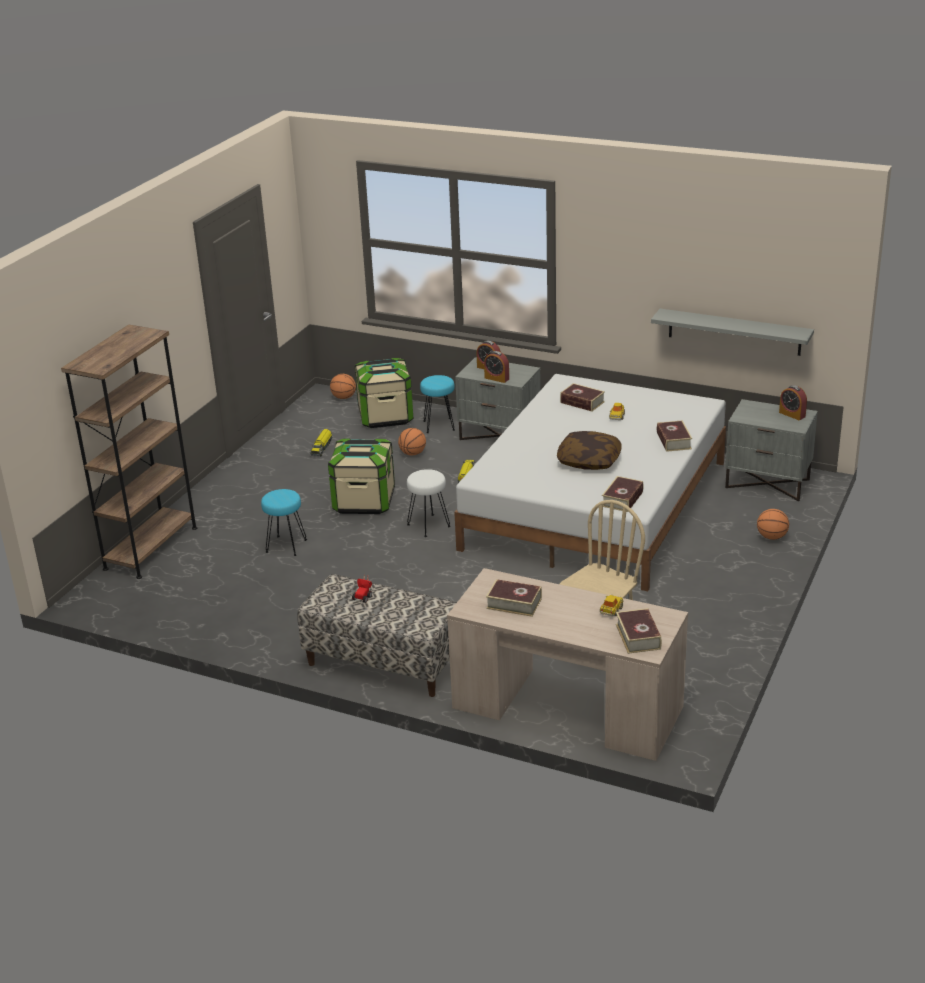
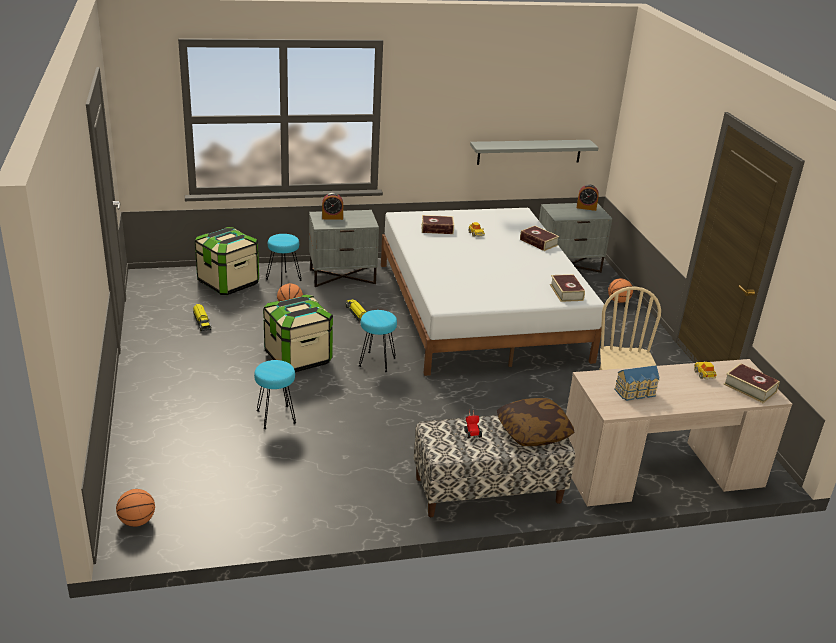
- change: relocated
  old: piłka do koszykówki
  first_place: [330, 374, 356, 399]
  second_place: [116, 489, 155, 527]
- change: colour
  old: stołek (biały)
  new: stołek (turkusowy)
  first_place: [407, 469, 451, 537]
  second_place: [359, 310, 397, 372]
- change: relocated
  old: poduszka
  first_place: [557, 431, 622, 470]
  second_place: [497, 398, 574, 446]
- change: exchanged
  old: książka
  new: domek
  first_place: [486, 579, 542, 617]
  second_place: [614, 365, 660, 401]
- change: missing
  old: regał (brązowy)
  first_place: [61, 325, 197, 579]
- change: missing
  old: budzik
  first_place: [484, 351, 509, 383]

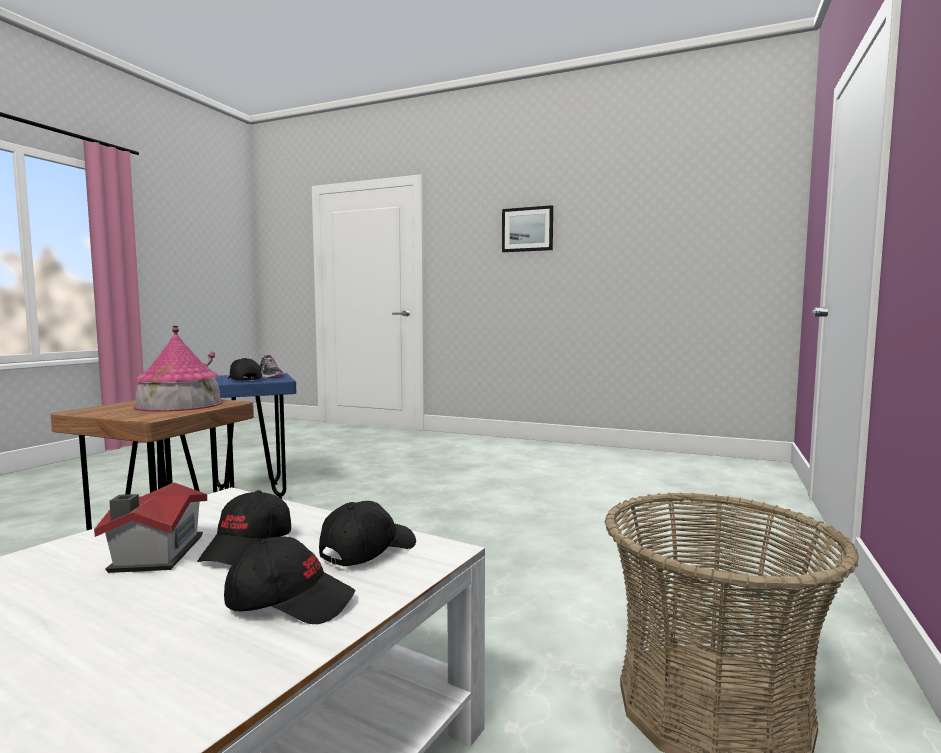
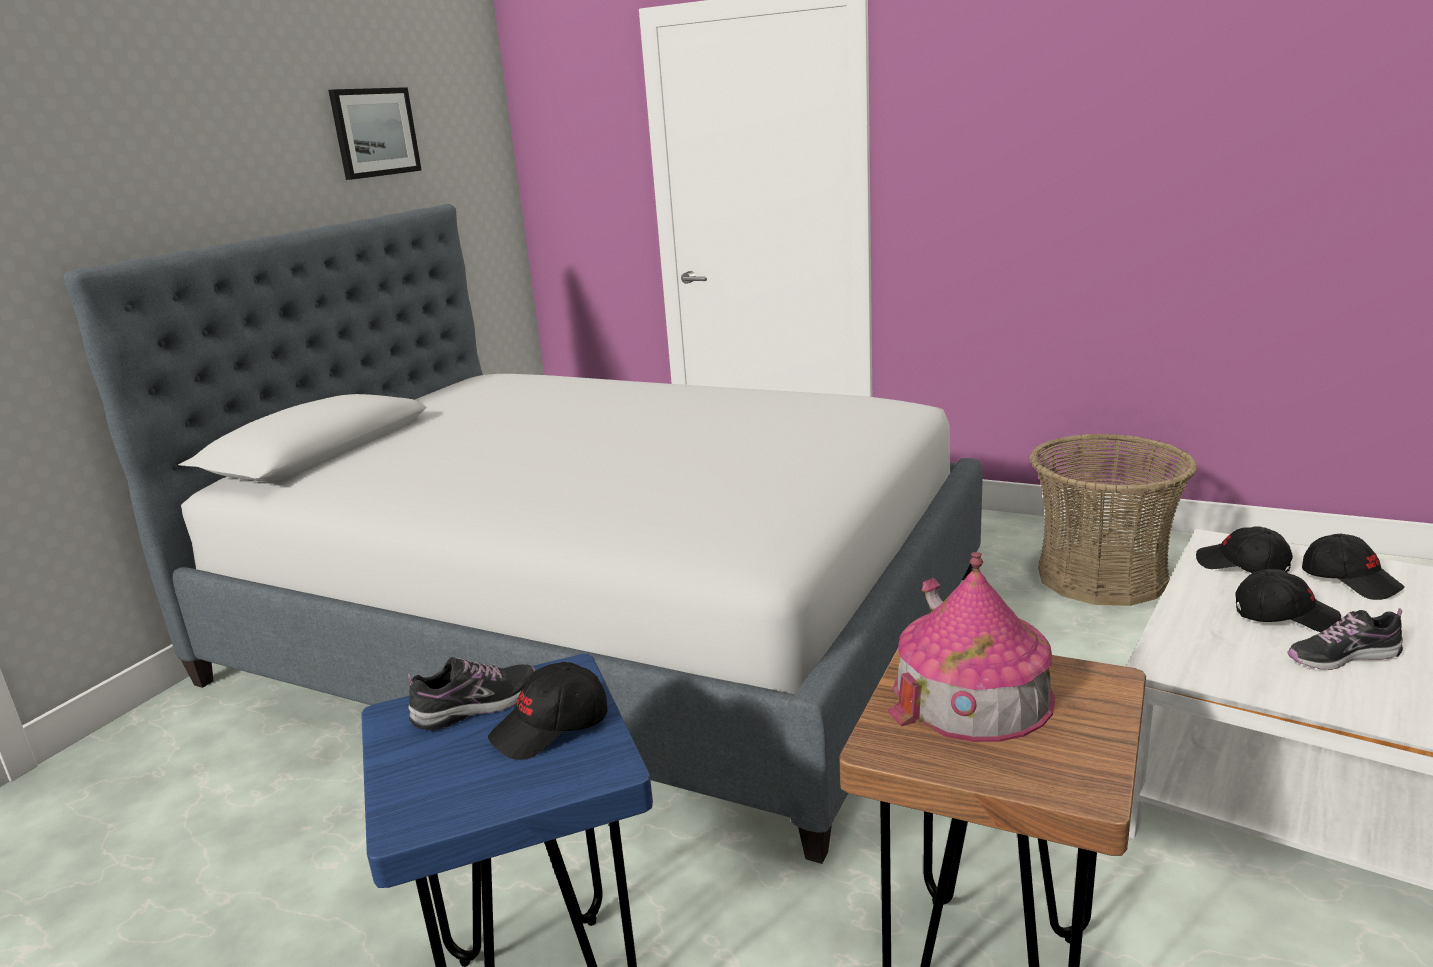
- change: appeared
  new: łóżko
  second_place: [64, 204, 983, 864]
- change: relocated
  old: obraz
  first_place: [502, 205, 553, 252]
  second_place: [328, 87, 422, 180]
- change: exchanged
  old: domek
  new: but
  first_place: [94, 482, 207, 573]
  second_place: [1287, 608, 1403, 670]
- change: spun
  old: czapka z daszkiem (czarny)
  first_place: [224, 536, 355, 624]
  second_place: [1302, 534, 1405, 600]
  degrees: 135

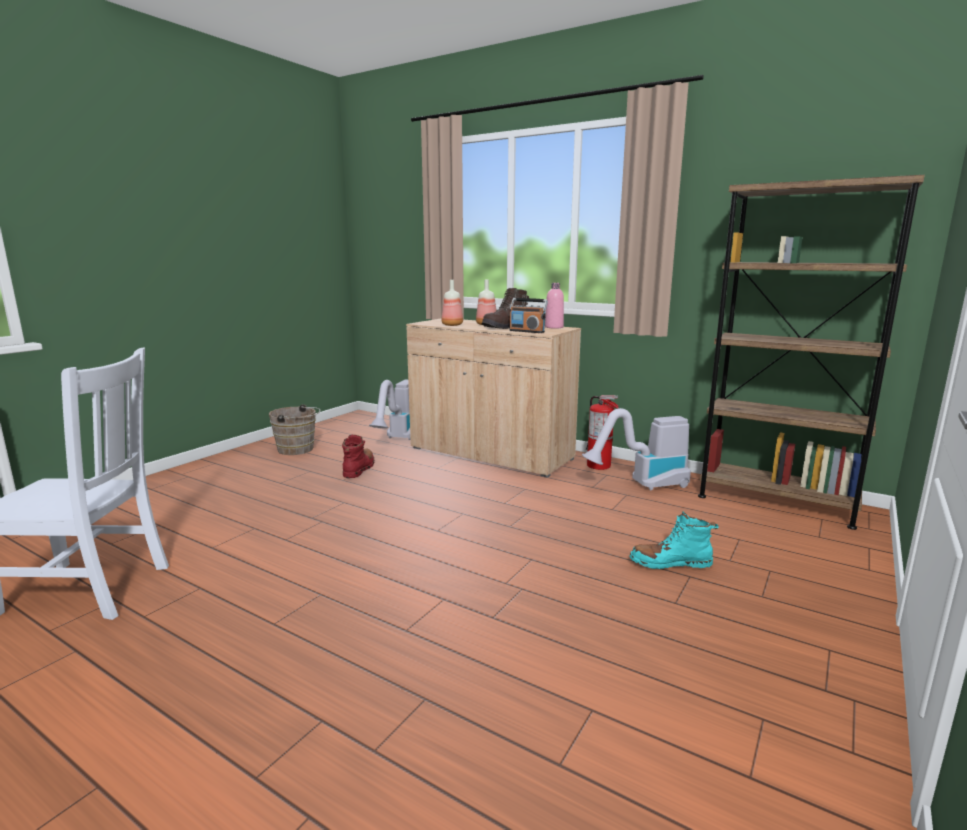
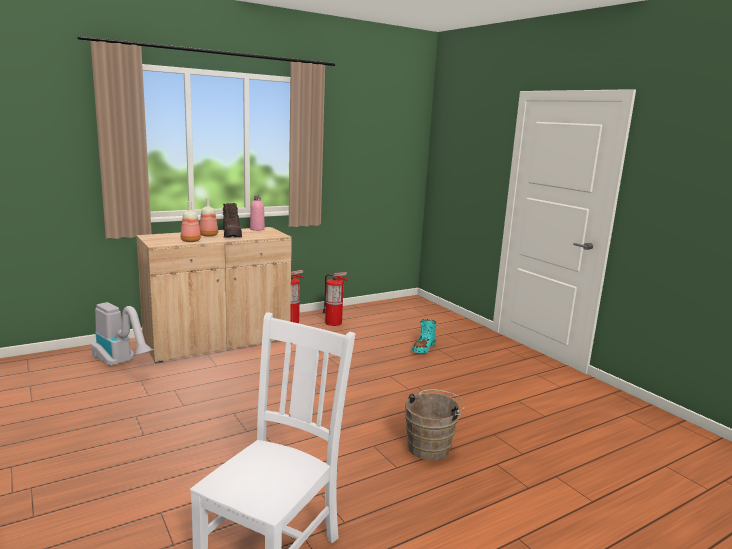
- change: exchanged
  old: odkurzacz
  new: gaśnica
  first_place: [582, 408, 691, 490]
  second_place: [323, 272, 348, 326]
- change: relocated
  old: wiadro (brązowy)
  first_place: [269, 404, 320, 455]
  second_place: [405, 389, 465, 460]
- change: missing
  old: but z cholewką (czerwony)
  first_place: [342, 435, 375, 478]
- change: missing
  old: radio
  first_place: [509, 298, 548, 333]
- change: missing
  old: regał (brązowy)
  first_place: [698, 175, 925, 530]

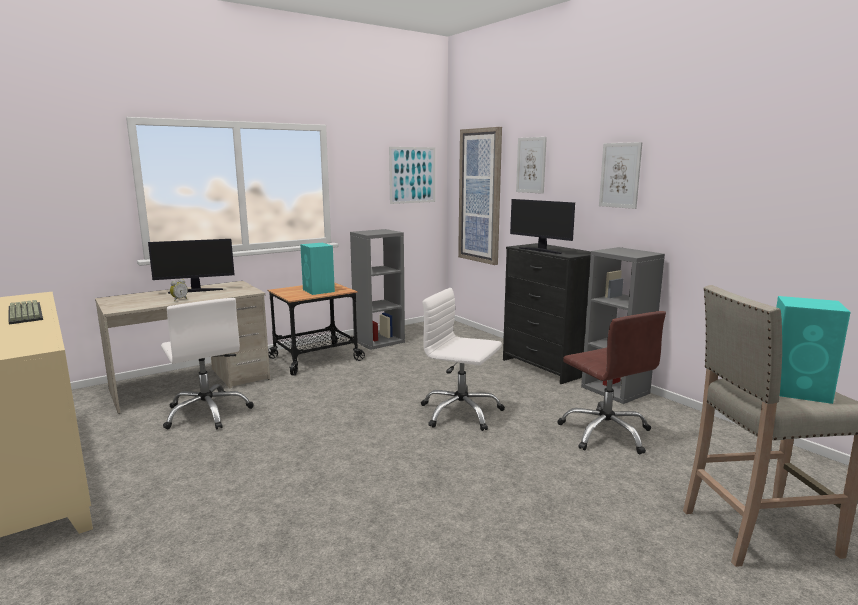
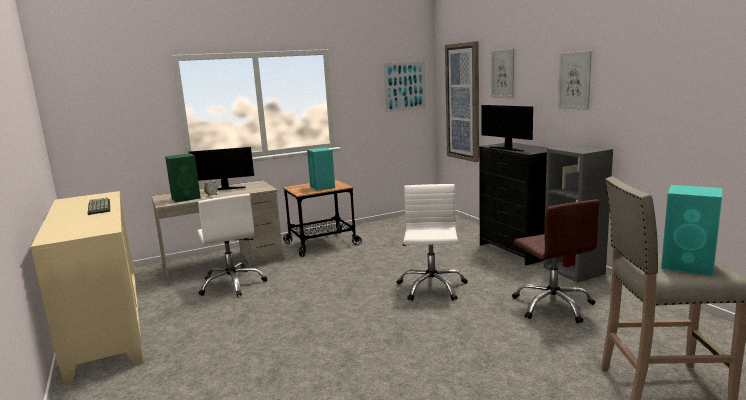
- change: appeared
  new: głośnik (zielony)
  second_place: [165, 153, 201, 203]
- change: spun
  old: krzesło biurowe (biały)
  first_place: [421, 288, 505, 431]
  second_place: [397, 184, 468, 301]
  degrees: 60
- change: missing
  old: regał (szary)
  first_place: [350, 229, 405, 350]

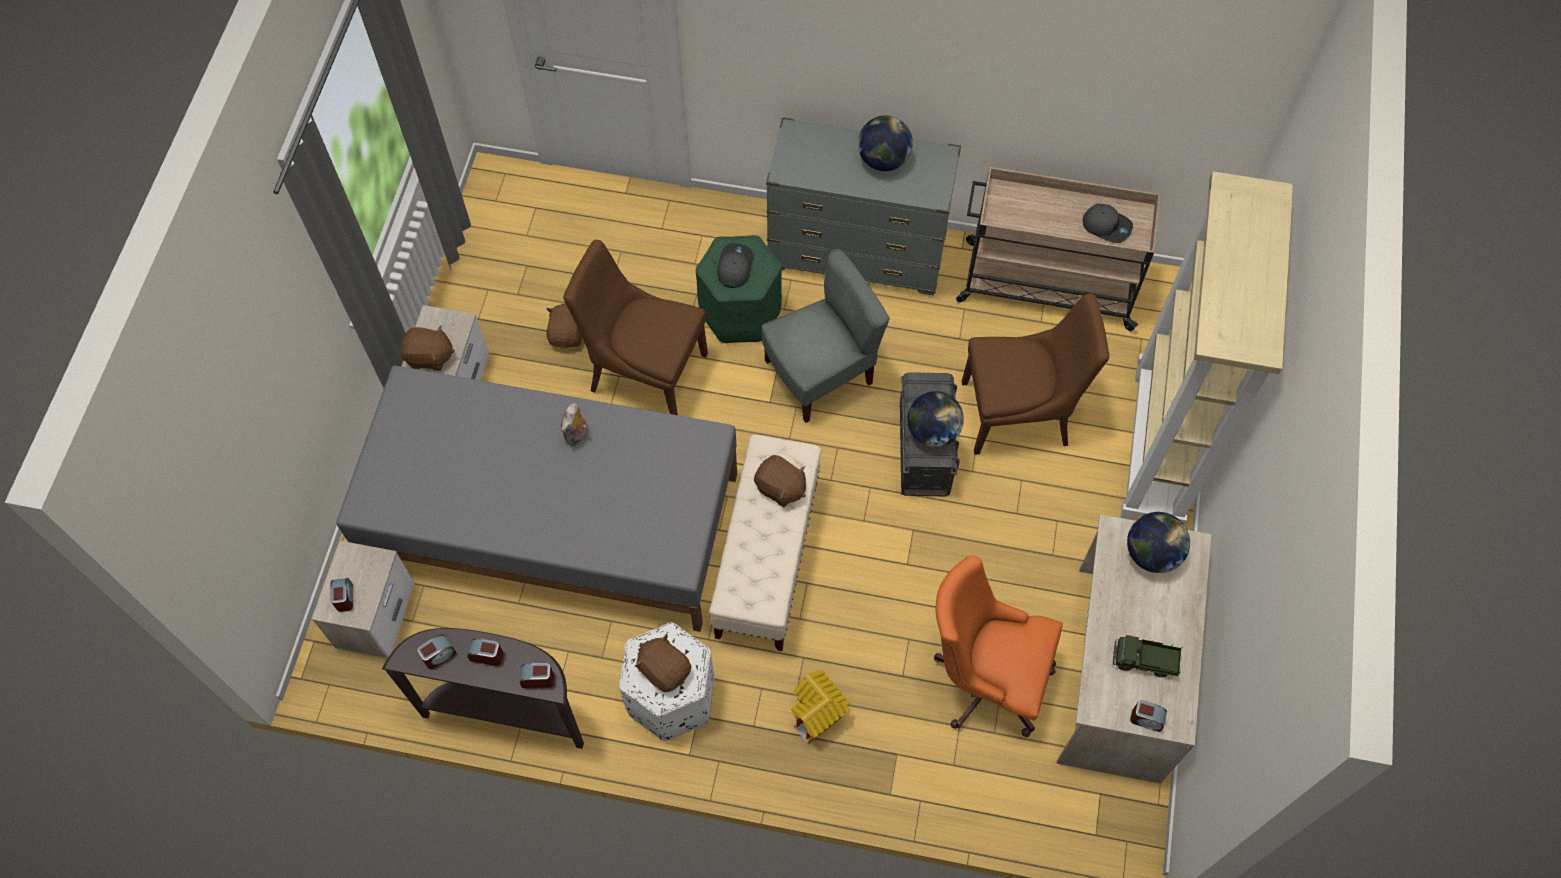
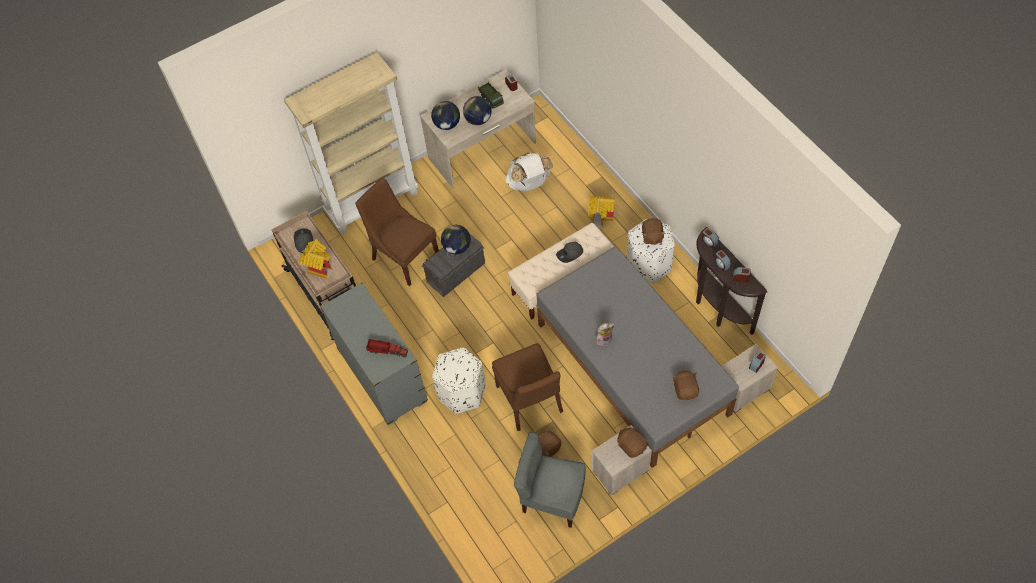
- change: appeared
  new: domek
  second_place: [298, 239, 333, 279]
- change: appeared
  new: ciężarówka zabawkowa
  second_place: [366, 339, 408, 357]
- change: colour
  old: pufa (zielony)
  new: pufa (biały)
  first_place: [696, 235, 782, 343]
  second_place: [432, 347, 485, 414]
- change: relocated
  old: globus
  first_place: [858, 115, 913, 171]
  second_place: [463, 96, 492, 125]
- change: exchanged
  old: krzesło biurowe (pomarańczowy)
  new: plecak (biały)
  first_place: [934, 555, 1063, 737]
  second_place: [505, 153, 553, 191]
- change: relocated
  old: krzesło (szary)
  first_place: [761, 249, 890, 423]
  second_place: [514, 432, 586, 528]
- change: relocated
  old: czapka z daszkiem (szary)
  first_place: [717, 243, 753, 288]
  second_place: [556, 242, 583, 263]
- change: relocated
  old: pluszak (brązowy)
  first_place: [754, 455, 806, 507]
  second_place: [673, 371, 699, 400]

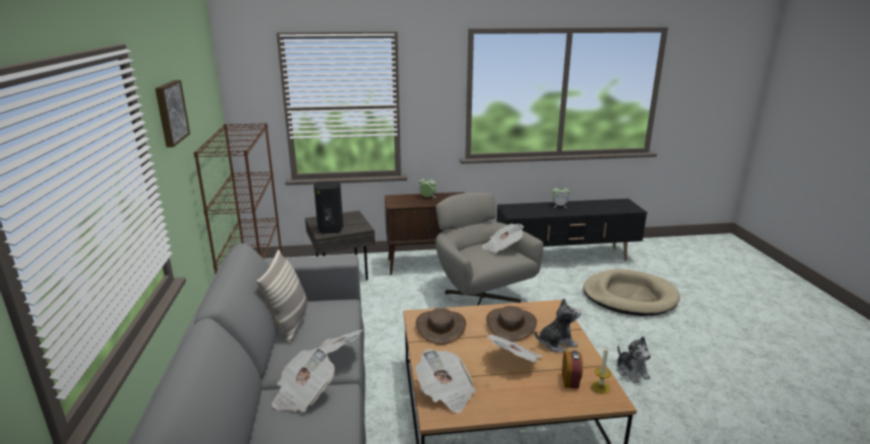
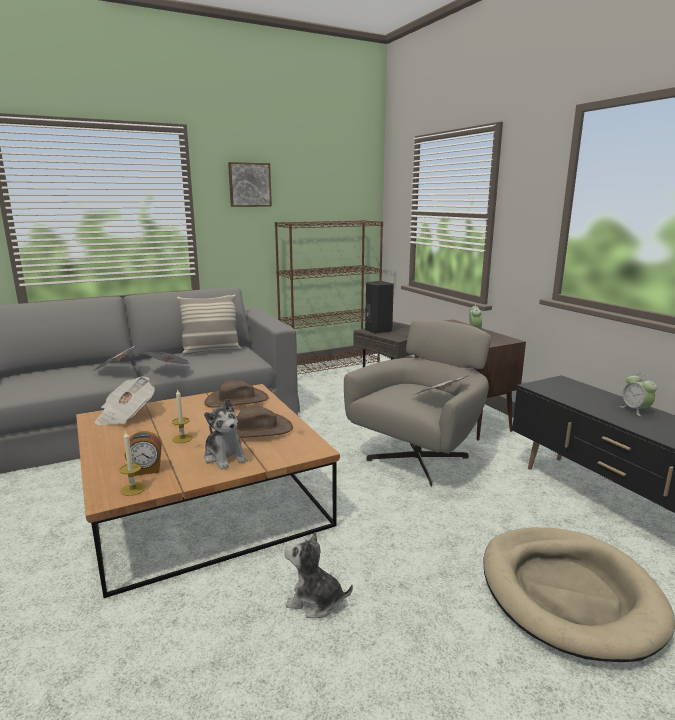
- change: exchanged
  old: gazeta
  new: świeca
  first_place: [487, 335, 542, 362]
  second_place: [172, 390, 193, 443]
- change: spun
  old: pluszak
  first_place: [617, 336, 651, 383]
  second_place: [284, 532, 353, 618]
  degrees: 60

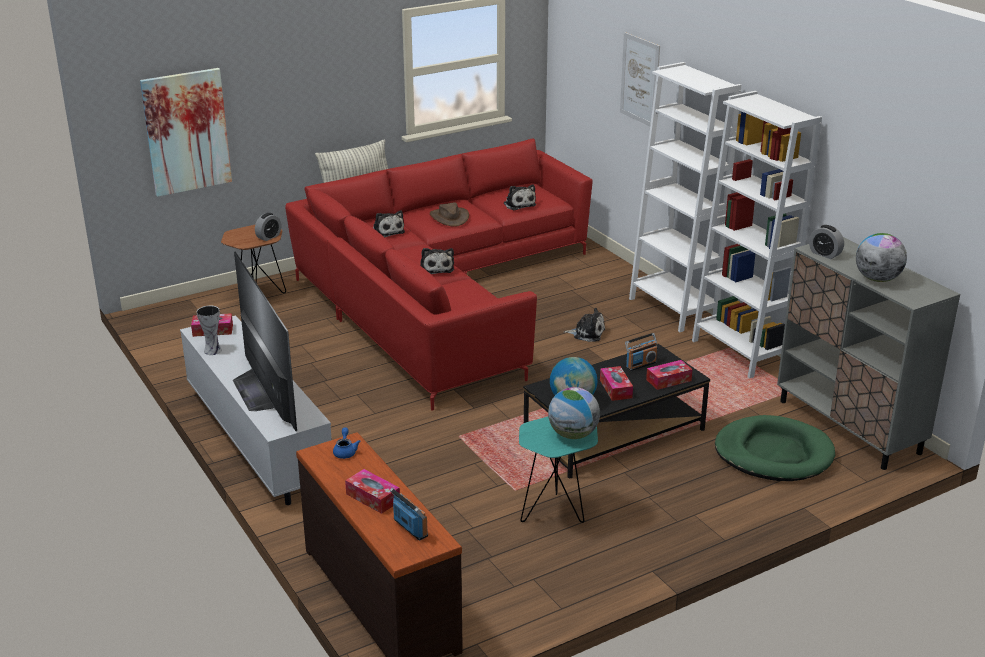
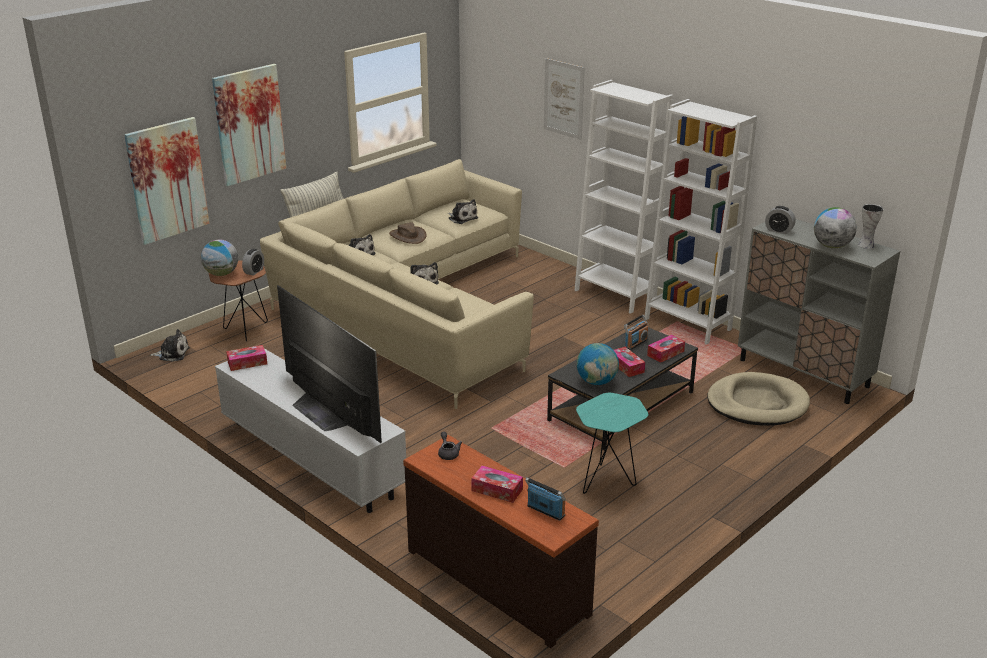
- change: relocated
  old: pluszak
  first_place: [564, 308, 605, 342]
  second_place: [150, 329, 190, 362]
- change: relocated
  old: globus
  first_place: [548, 387, 600, 439]
  second_place: [201, 240, 238, 276]
- change: appeared
  new: obraz
  second_place: [212, 64, 286, 186]
- change: colour
  old: kanapa (czerwony)
  new: kanapa (beżowy)
  first_place: [285, 139, 592, 411]
  second_place: [260, 159, 534, 409]
- change: colour
  old: imbryk (niebieski)
  new: imbryk (szary)
  first_place: [333, 428, 361, 459]
  second_place: [438, 432, 462, 460]
- change: colour
  old: legowisko (zielony)
  new: legowisko (beżowy)
  first_place: [715, 415, 835, 481]
  second_place: [707, 372, 810, 426]
- change: relocated
  old: wazon
  first_place: [197, 306, 222, 355]
  second_place: [858, 204, 883, 249]

